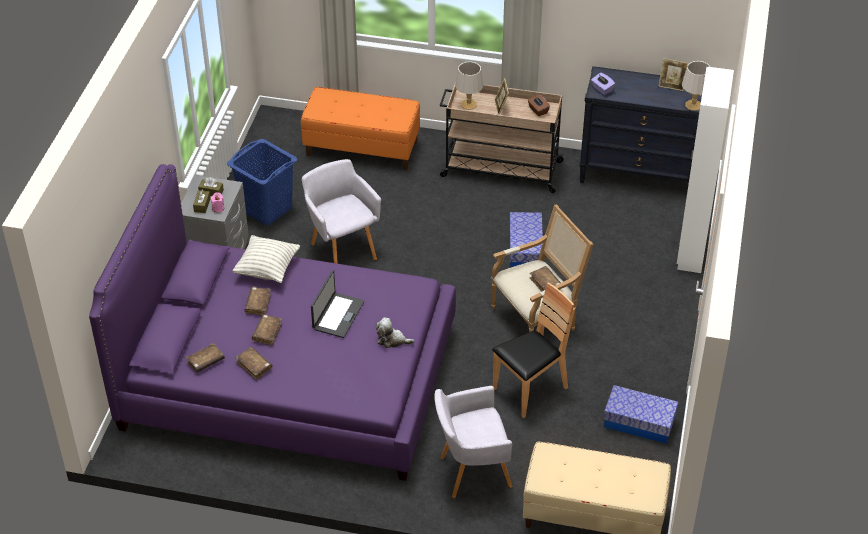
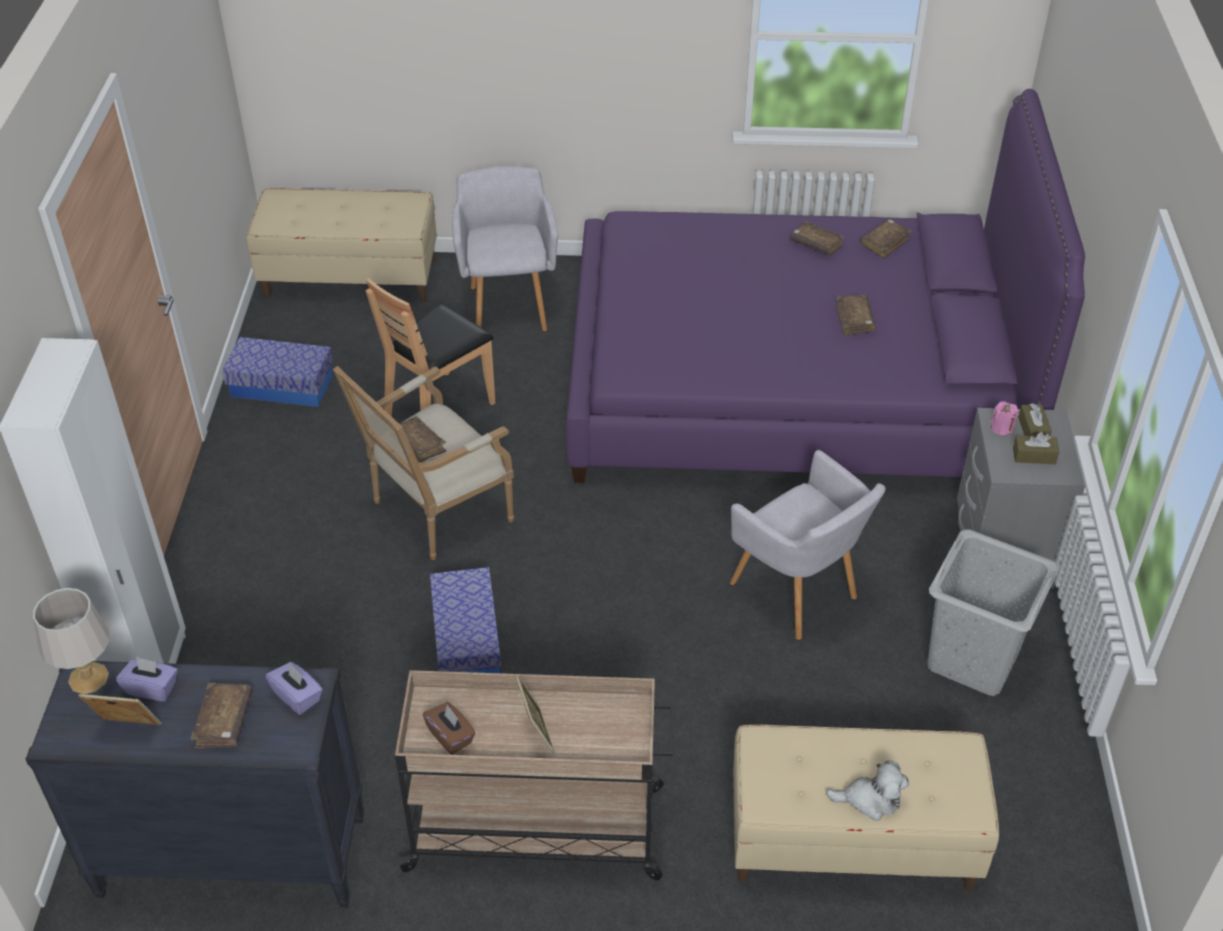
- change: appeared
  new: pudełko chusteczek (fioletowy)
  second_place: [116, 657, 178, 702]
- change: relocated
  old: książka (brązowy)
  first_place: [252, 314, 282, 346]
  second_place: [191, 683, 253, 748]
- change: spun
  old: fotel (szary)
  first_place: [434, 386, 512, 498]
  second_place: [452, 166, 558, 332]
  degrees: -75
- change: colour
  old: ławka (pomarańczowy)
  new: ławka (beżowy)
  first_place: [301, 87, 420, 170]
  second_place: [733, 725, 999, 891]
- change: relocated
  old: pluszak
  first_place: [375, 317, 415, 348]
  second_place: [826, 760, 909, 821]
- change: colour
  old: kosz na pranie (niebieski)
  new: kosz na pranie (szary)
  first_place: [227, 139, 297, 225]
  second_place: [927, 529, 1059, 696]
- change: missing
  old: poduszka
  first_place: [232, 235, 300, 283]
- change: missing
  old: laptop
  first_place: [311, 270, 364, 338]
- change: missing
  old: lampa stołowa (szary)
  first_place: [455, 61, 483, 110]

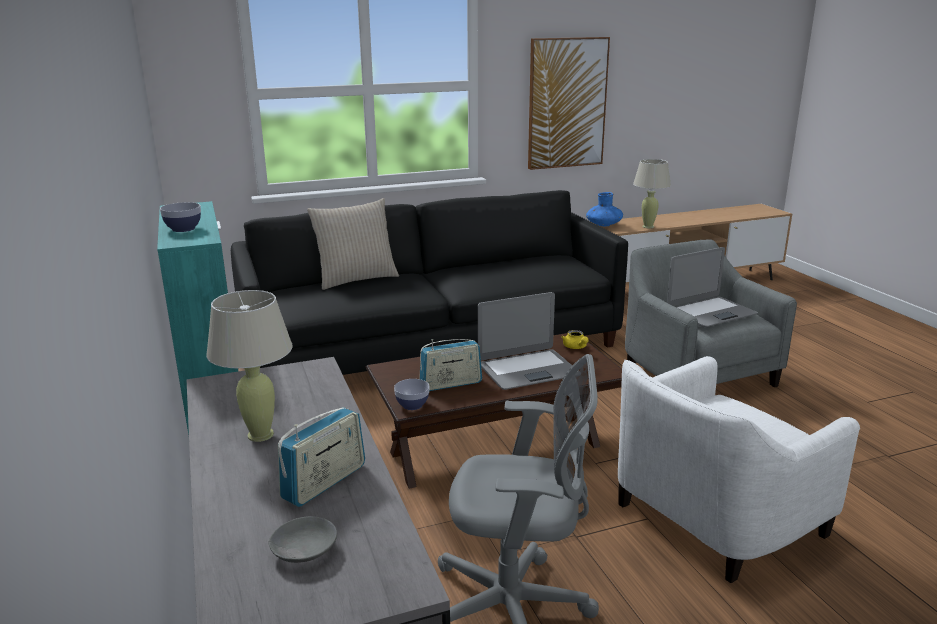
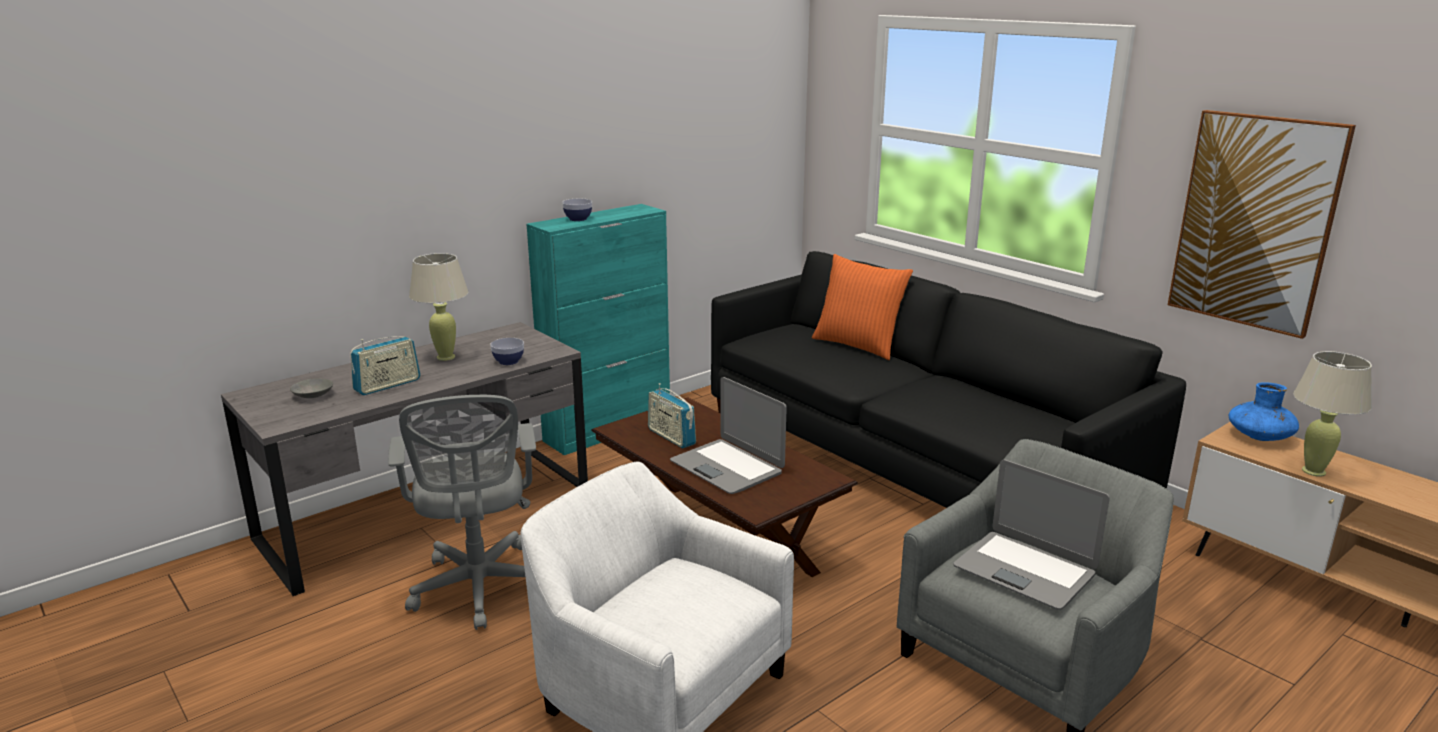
- change: spun
  old: radio
  first_place: [278, 407, 365, 507]
  second_place: [350, 336, 420, 395]
  degrees: -60
- change: relocated
  old: miska
  first_place: [394, 379, 429, 410]
  second_place: [490, 338, 524, 365]
- change: colour
  old: poduszka (beżowy)
  new: poduszka (pomarańczowy)
  first_place: [307, 198, 399, 290]
  second_place: [812, 254, 913, 360]
- change: missing
  old: imbryk (żółty)
  first_place: [561, 330, 589, 349]

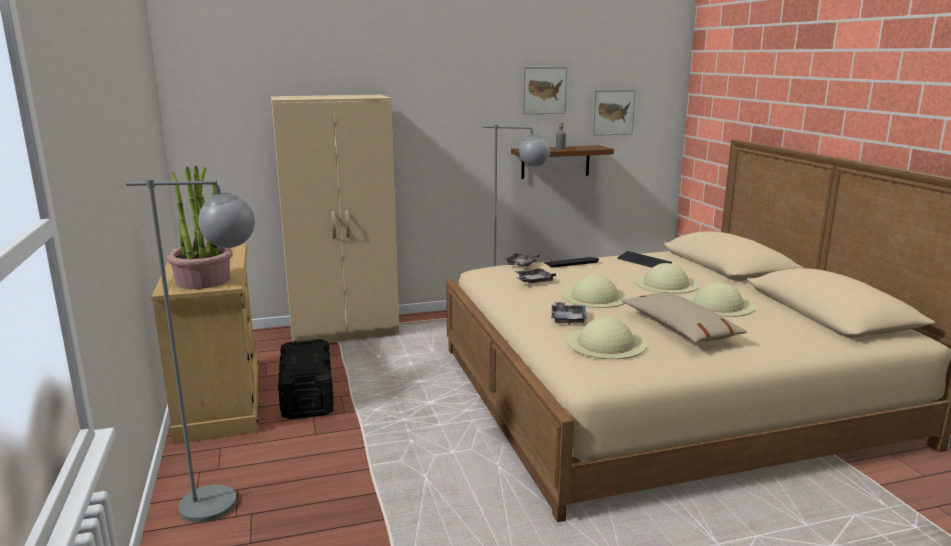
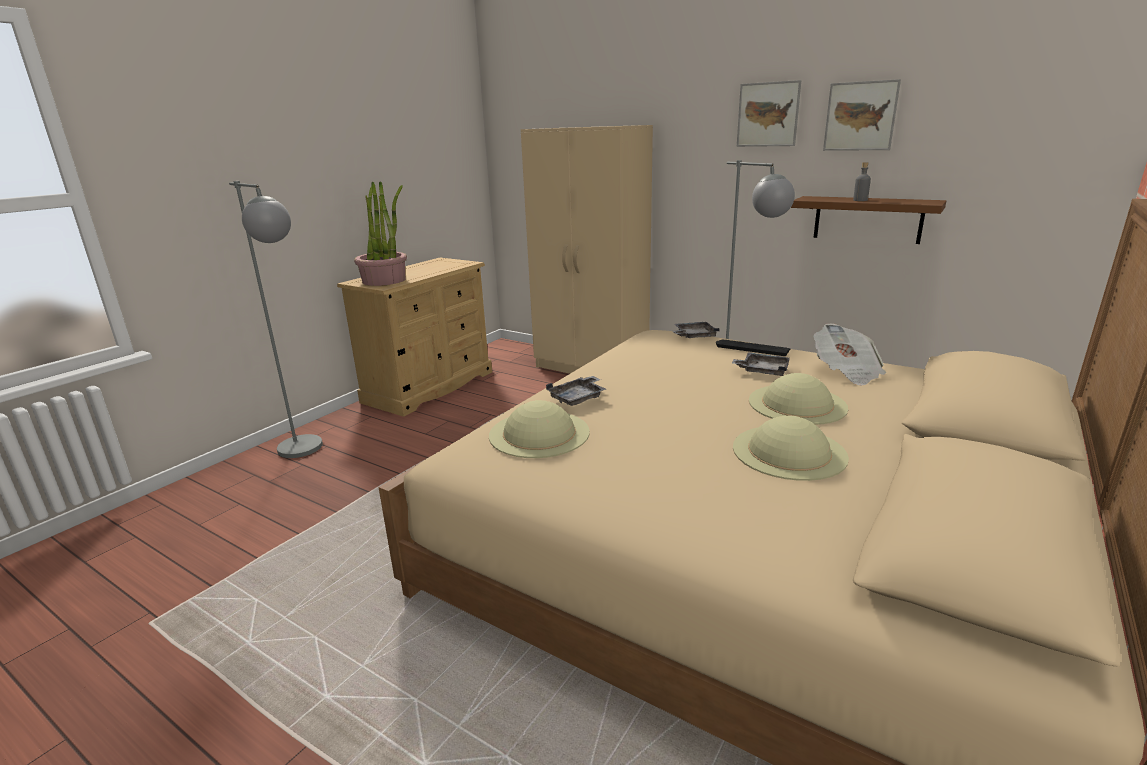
- change: relocated
  old: taca (szary)
  first_place: [515, 268, 556, 283]
  second_place: [732, 352, 790, 376]
- change: relocated
  old: obraz
  first_place: [592, 90, 635, 136]
  second_place: [736, 80, 802, 147]
- change: exchanged
  old: klawiatura
  new: gazeta
  first_place: [617, 251, 672, 268]
  second_place: [813, 323, 886, 386]
- change: missing
  old: pojemnik do przechowywania (czarny)
  first_place: [278, 339, 334, 419]
- change: missing
  old: kapelusz (beżowy)
  first_place: [562, 275, 629, 308]
- change: missing
  old: poduszka (beżowy)
  first_place: [621, 292, 747, 343]

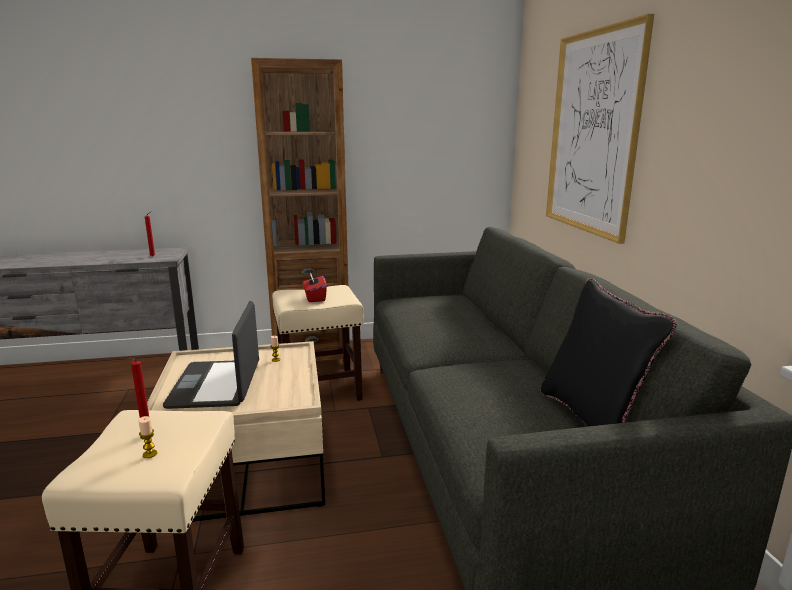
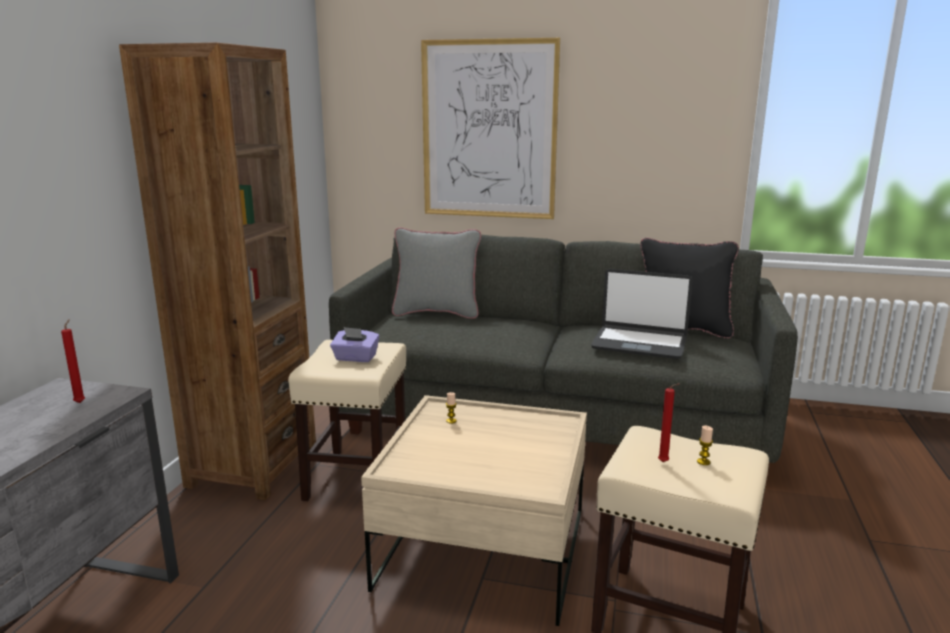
- change: colour
  old: pudełko chusteczek (czerwony)
  new: pudełko chusteczek (fioletowy)
  first_place: [303, 272, 327, 302]
  second_place: [330, 327, 379, 362]
- change: appeared
  new: poduszka (szary)
  second_place: [392, 227, 481, 319]
- change: relocated
  old: laptop
  first_place: [163, 301, 259, 409]
  second_place: [591, 269, 693, 359]

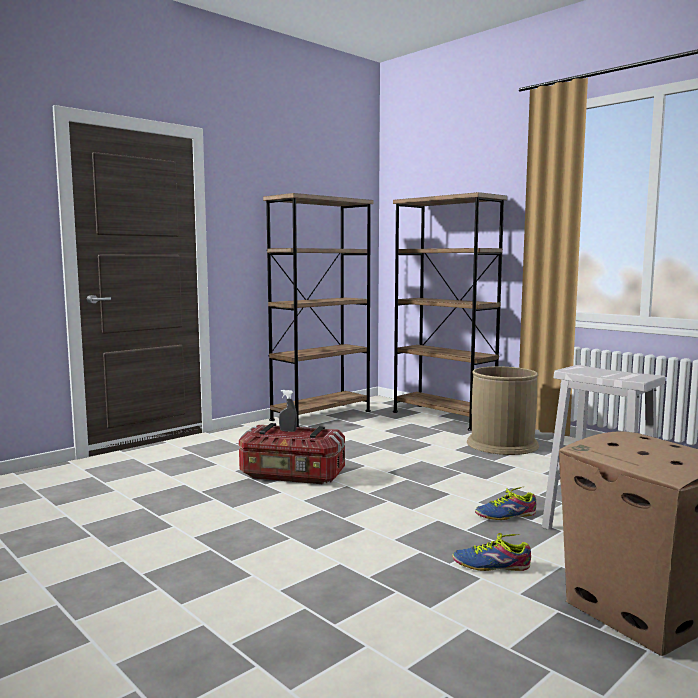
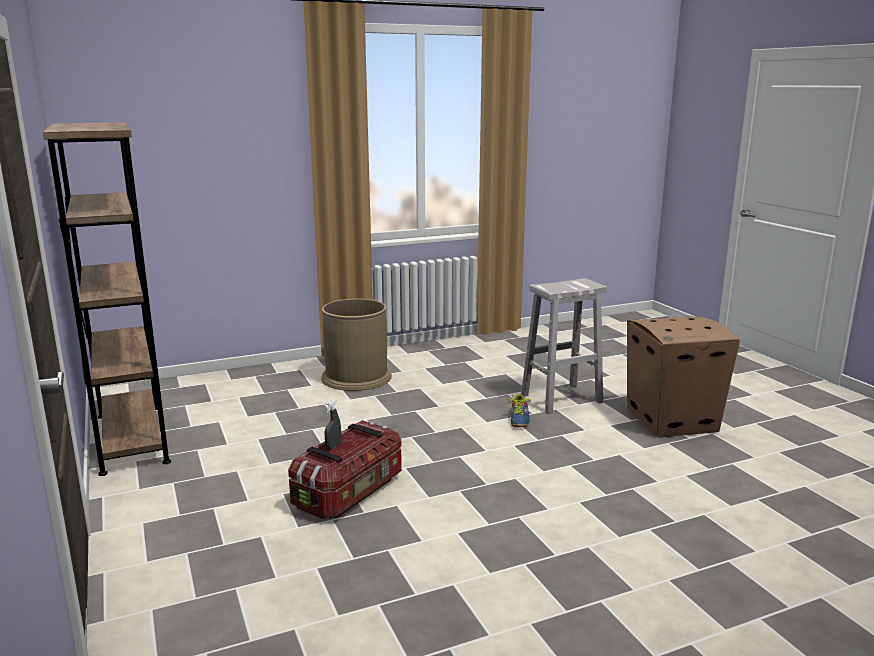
- change: missing
  old: regał (brązowy)
  first_place: [393, 192, 507, 431]
- change: missing
  old: but
  first_place: [452, 533, 531, 571]

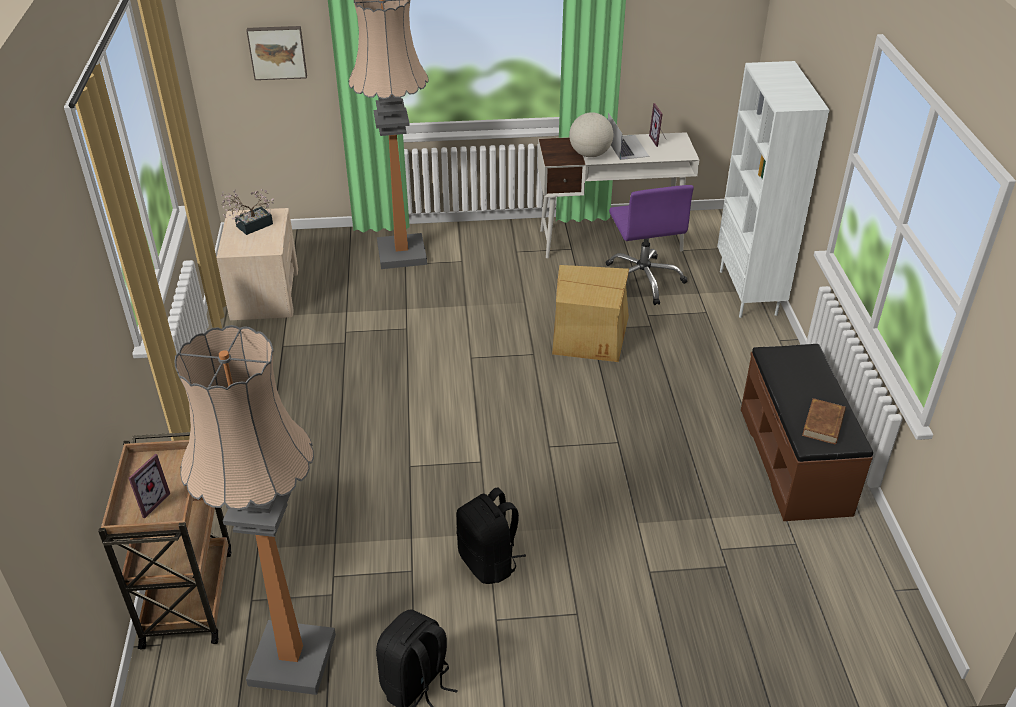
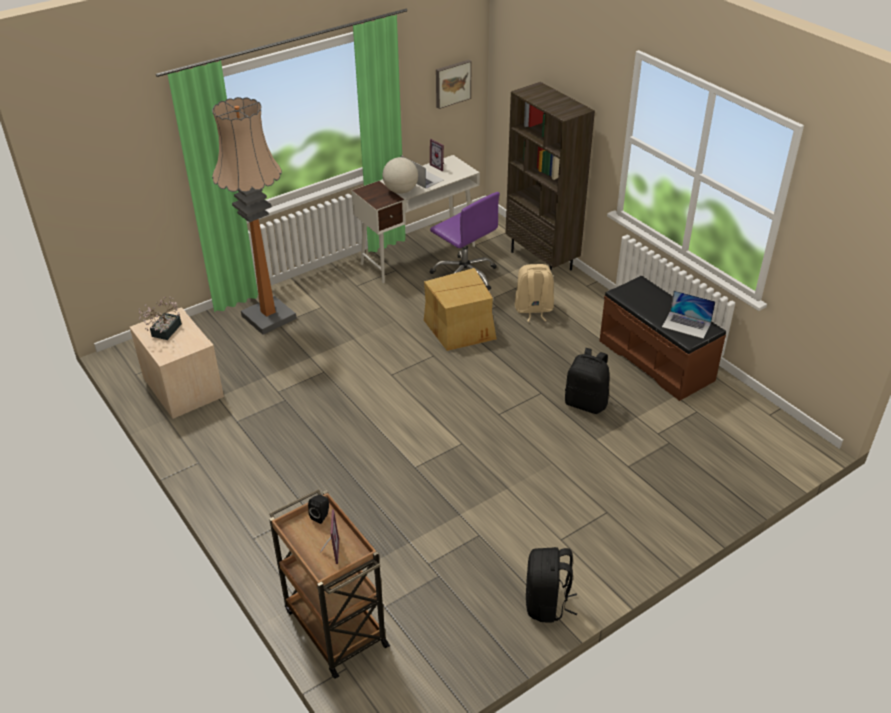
- change: appeared
  new: głośnik (czarny)
  second_place: [308, 495, 329, 524]
- change: relocated
  old: obraz
  first_place: [246, 26, 307, 80]
  second_place: [436, 60, 472, 109]
- change: colour
  old: regał (biały)
  new: regał (brązowy)
  first_place: [717, 61, 829, 318]
  second_place: [506, 82, 595, 272]
- change: appeared
  new: plecak (beżowy)
  second_place: [515, 264, 554, 322]
- change: relocated
  old: plecak (czarny)
  first_place: [457, 487, 526, 584]
  second_place: [565, 348, 610, 414]
- change: exchanged
  old: książka (brązowy)
  new: laptop
  first_place: [802, 398, 846, 444]
  second_place: [662, 290, 716, 339]
- change: missing
  old: lampa stojąca
  first_place: [175, 325, 336, 695]

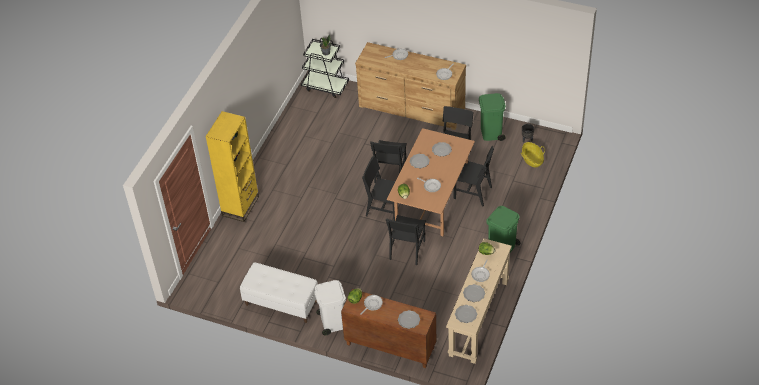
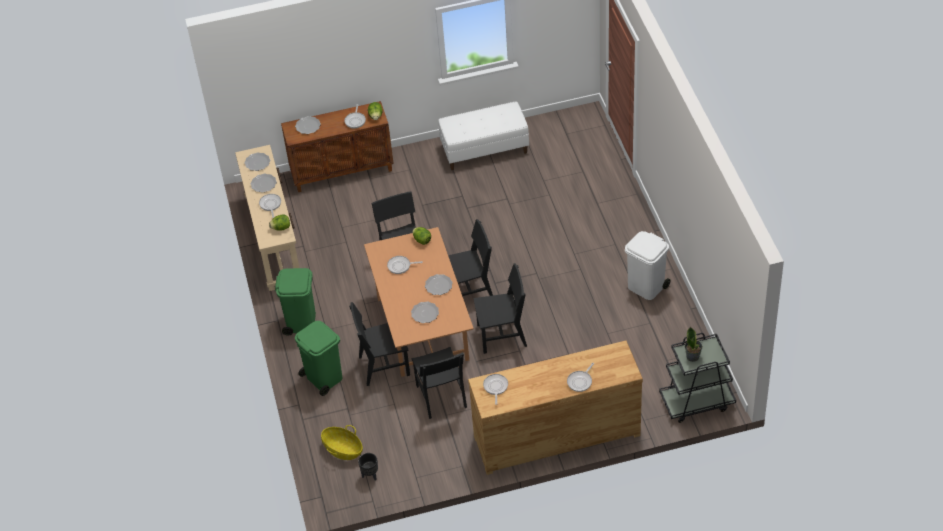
- change: relocated
  old: kosz na śmieci (zielony)
  first_place: [479, 93, 506, 141]
  second_place: [295, 321, 342, 396]
- change: spun
  old: krzesło (czarny)
  first_place: [370, 140, 407, 183]
  second_place: [473, 263, 527, 354]
  degrees: 105
- change: relocated
  old: kosz na śmieci (biały)
  first_place: [314, 280, 346, 335]
  second_place: [625, 231, 670, 300]
- change: missing
  old: regał (żółty)
  first_place: [206, 111, 259, 222]

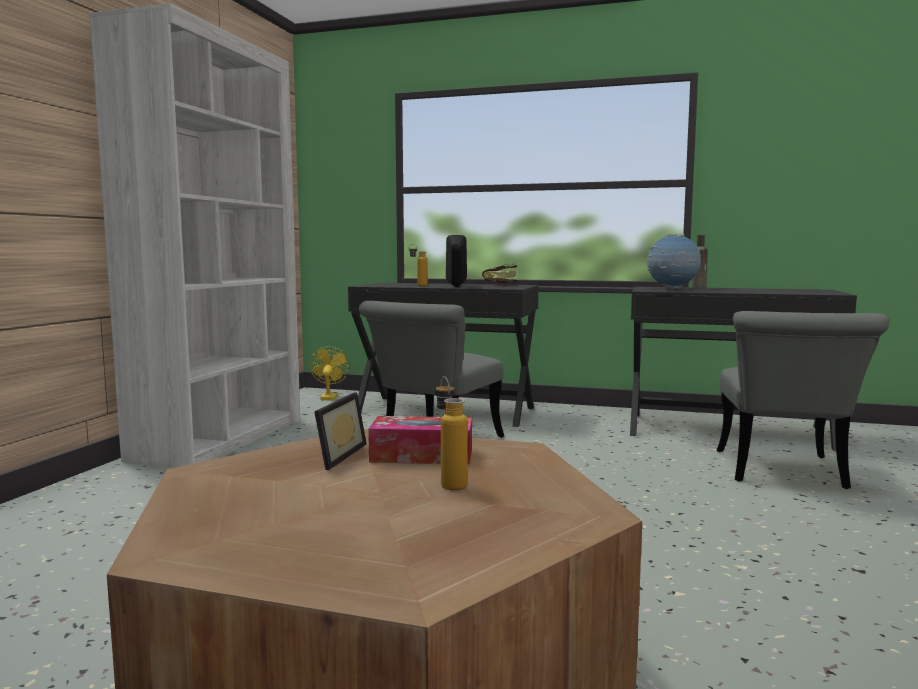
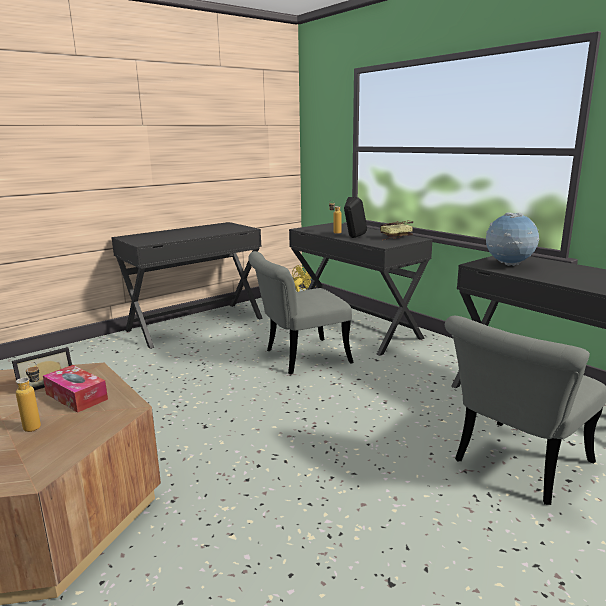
- change: exchanged
  old: regał (biały)
  new: biurko (czarny)
  first_place: [89, 3, 300, 468]
  second_place: [111, 222, 263, 349]
- change: missing
  old: butelka (brązowy)
  first_place: [692, 235, 708, 289]

